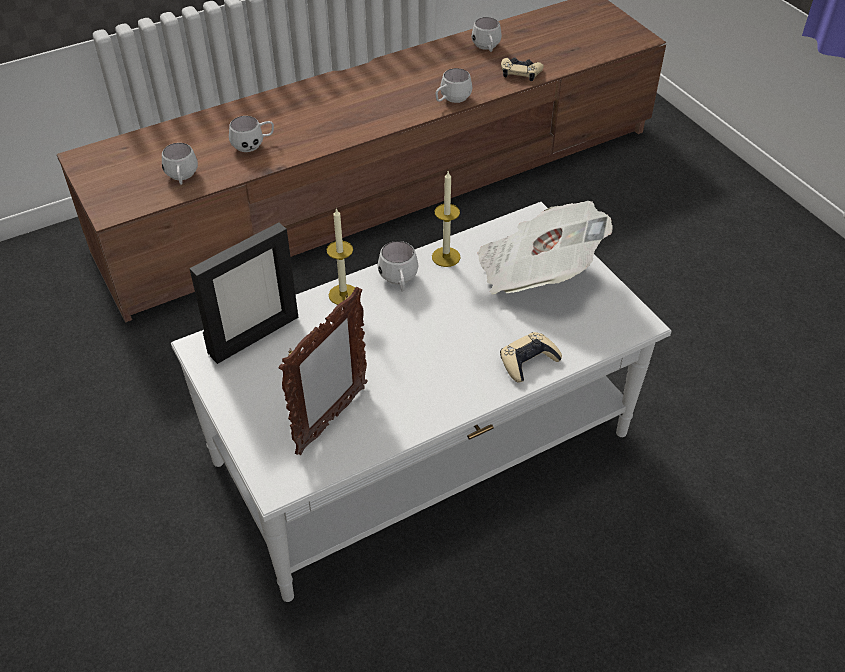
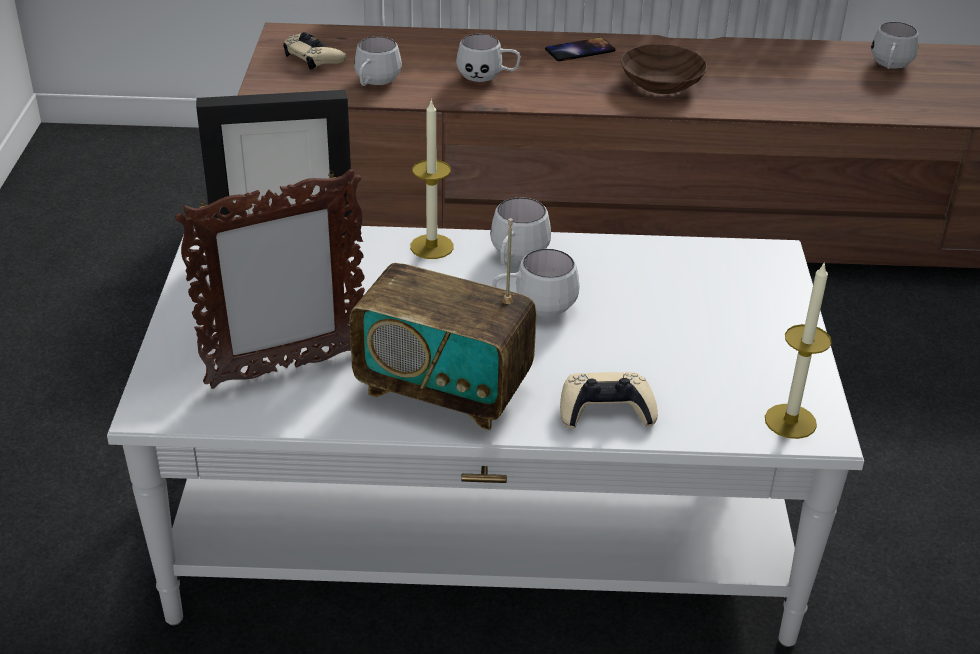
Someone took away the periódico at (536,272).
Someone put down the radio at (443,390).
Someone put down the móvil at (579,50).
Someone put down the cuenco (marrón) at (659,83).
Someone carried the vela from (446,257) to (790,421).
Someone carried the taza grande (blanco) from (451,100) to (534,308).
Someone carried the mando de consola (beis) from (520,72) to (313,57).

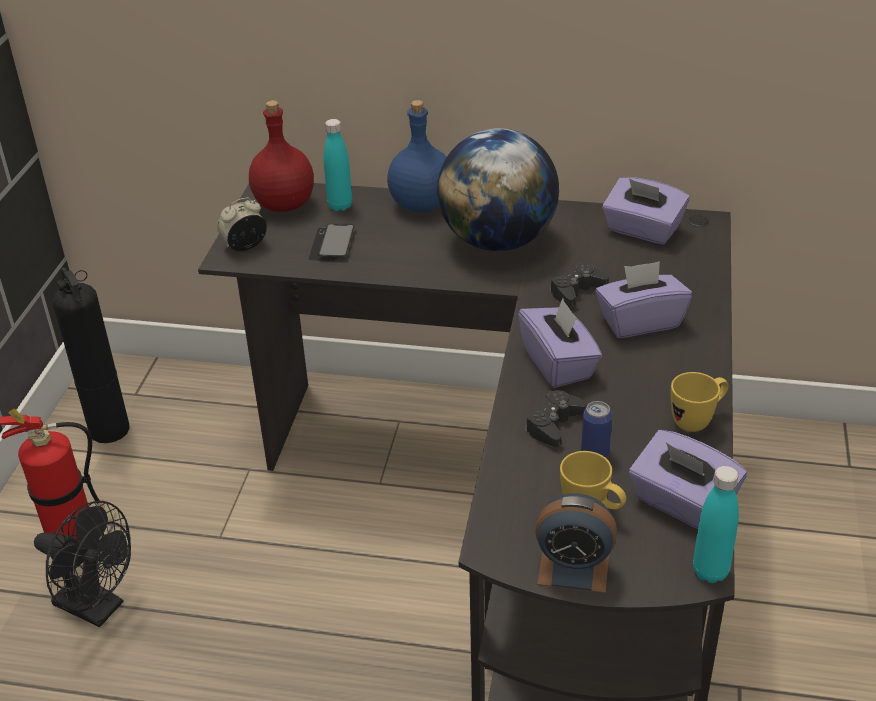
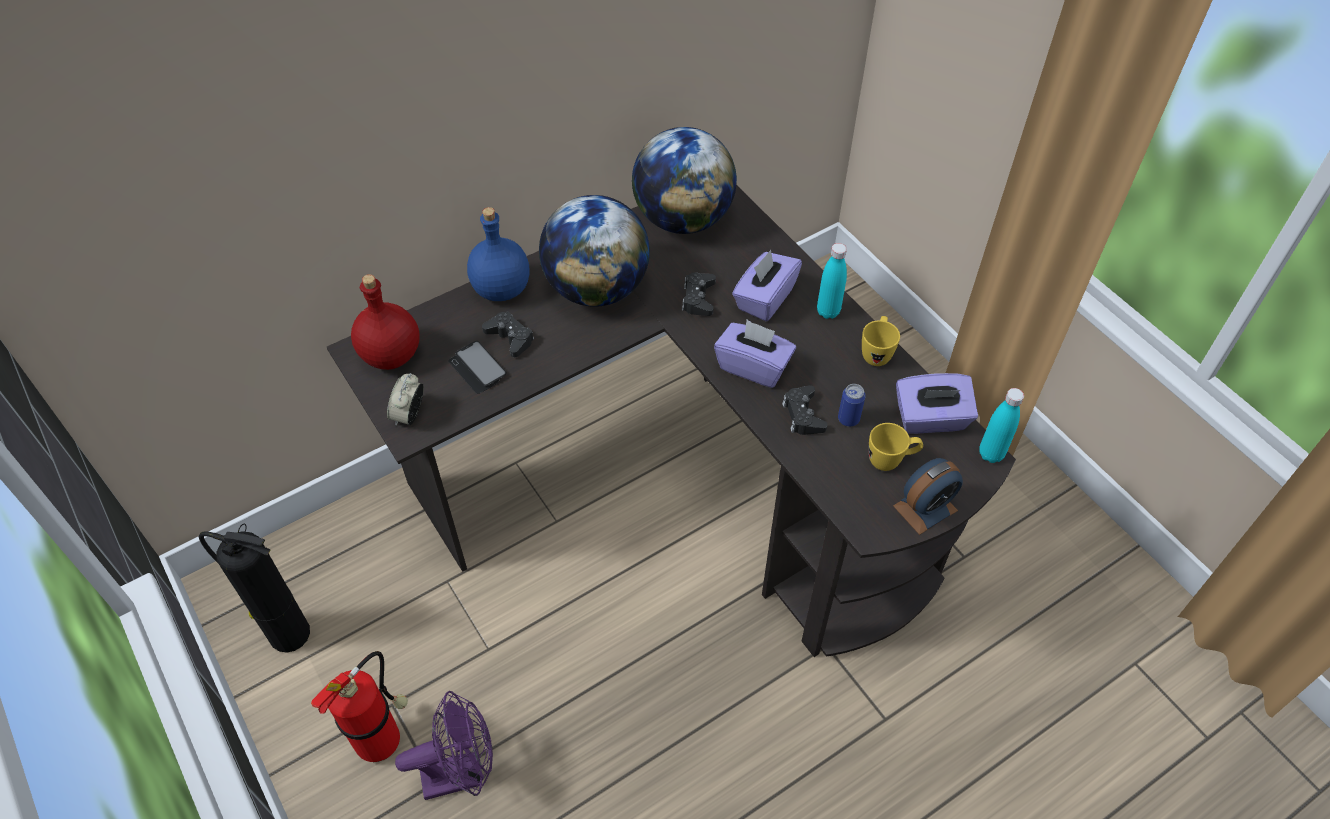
Someone put down the mando de consola (negro) at (510,338).
Someone carried the botella (turquesa) from (340,206) to (828,311).
Someone swapped the caja de pañuelos (morado) at (642,230) for the globo terráqueo at (683,219).
Someone repainted the ventilador (negro) at (97,608), which became the ventilador (morado) at (462,773).

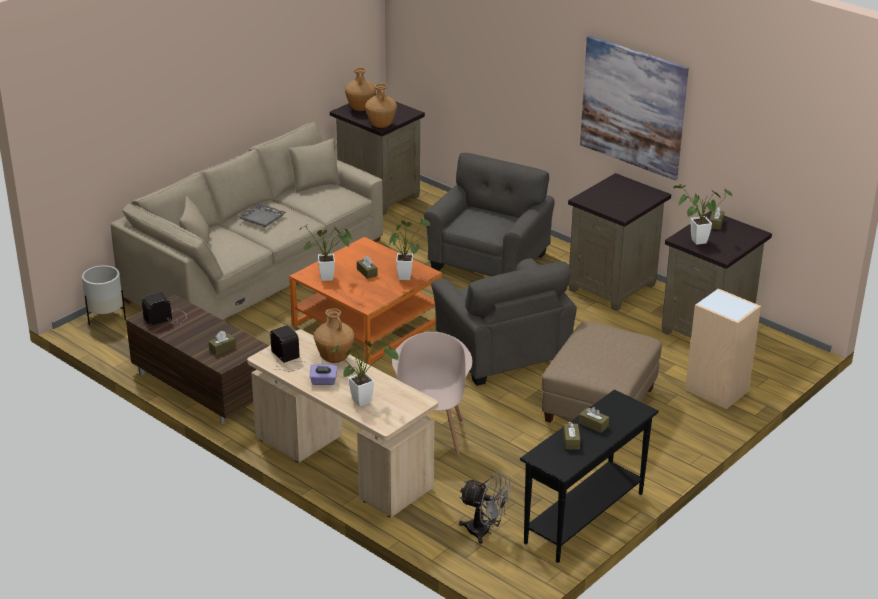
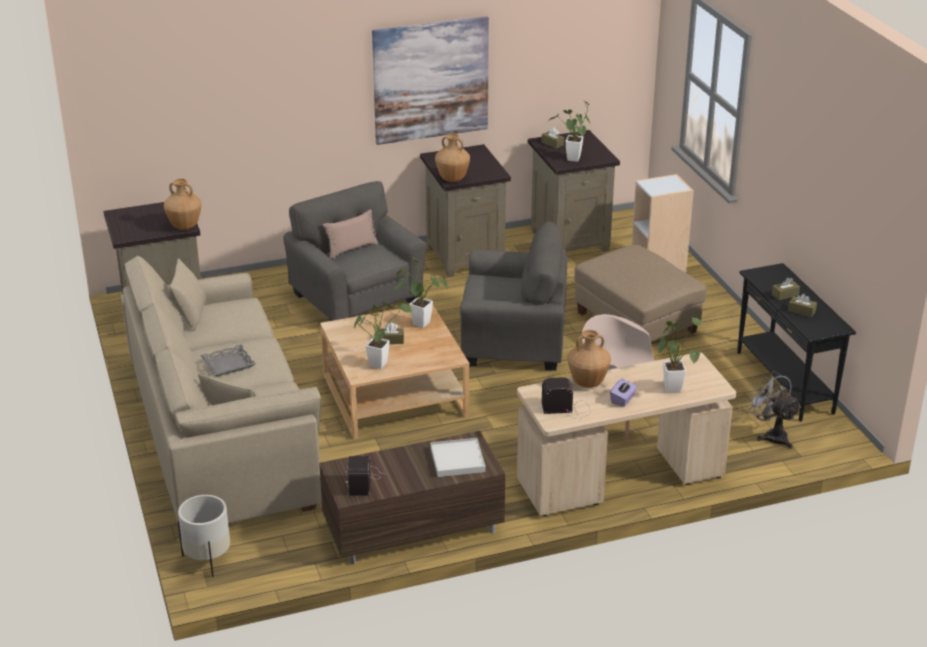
Someone put down the cojín (beis) at (351,249).
Someone carried the florero (marrón) from (360,109) to (452,179).
Someone swapped the caja de pañuelos (marrón) at (222,348) for the bandeja (blanco) at (457,460).
Someone repainted the mesa de centro (naranja) at (366,322), which became the mesa de centro (beis) at (394,395).
Someone rotated the ventilador (gris) at (484,532) by 90 degrees counterclockwise.

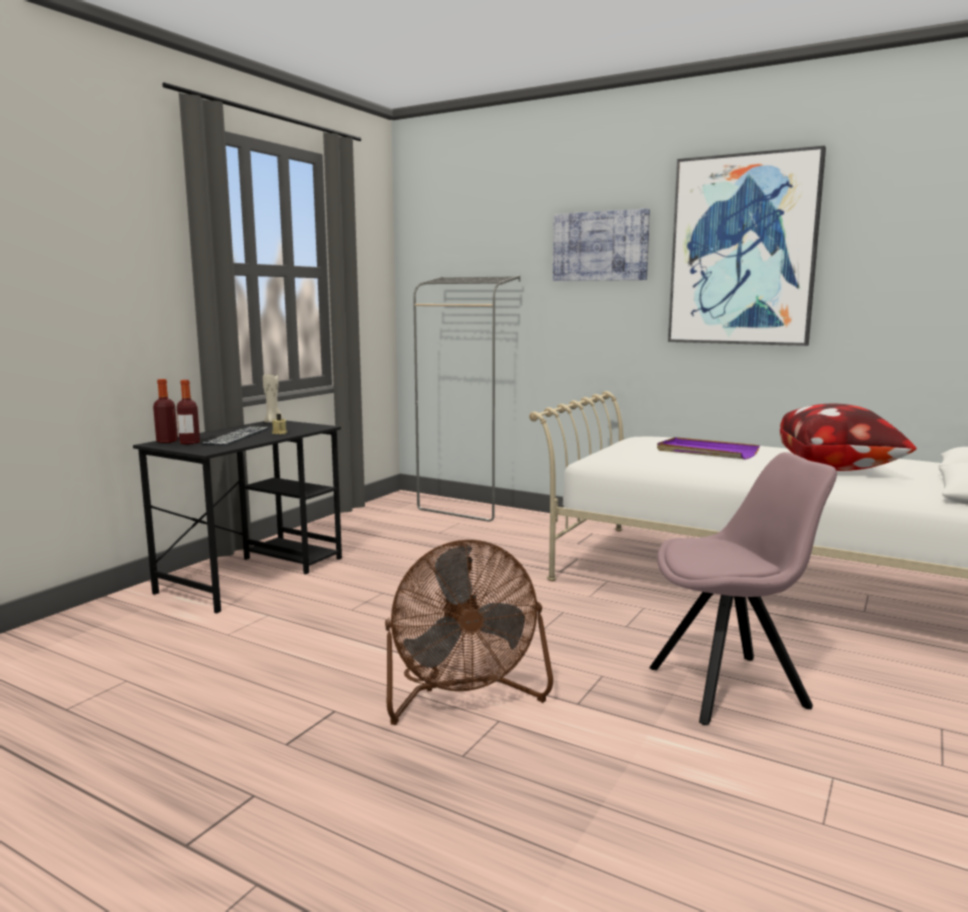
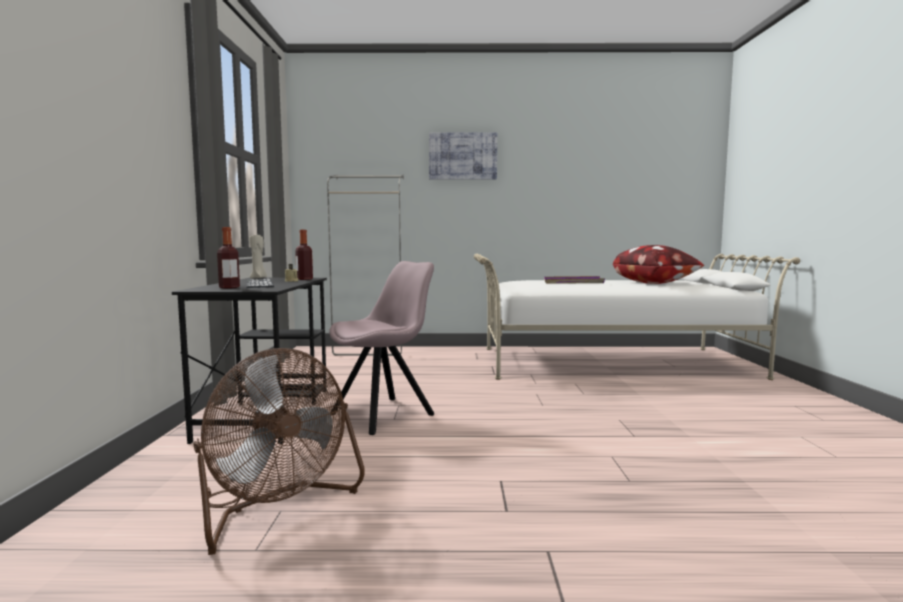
Someone took away the cuadro at (743,251).
Someone carried the botella from (167,441) to (304,279).
Someone carried the ventilador (marrón) from (457,697) to (270,510).
Someone carried the silla (rosa) from (729,688) to (383,414).

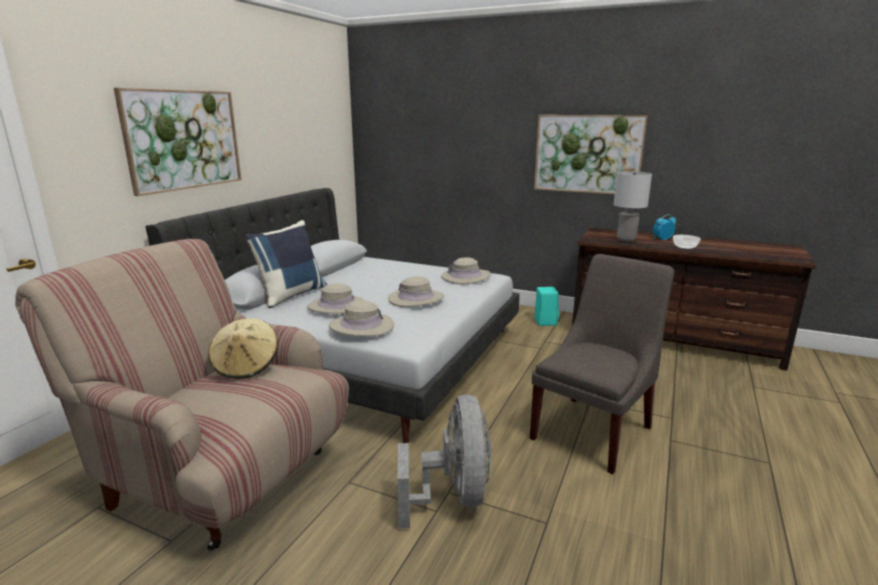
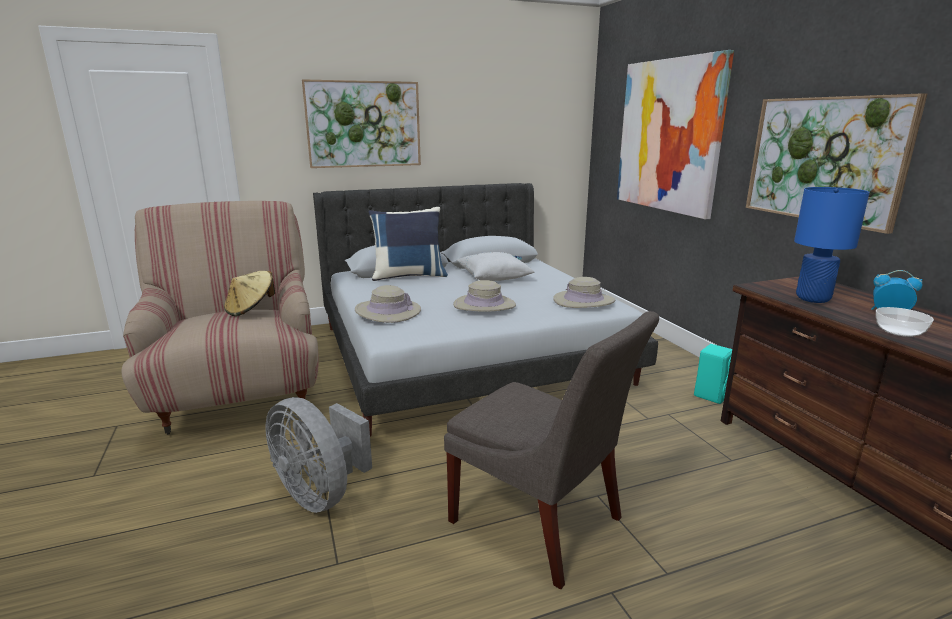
Someone took away the sombrero (beis) at (337,306).
Someone put down the cojín (gris) at (494,277).
Someone put up the cuadro at (668,136).
Someone repainted the lámpara de mesa (gris) at (625,240), which became the lámpara de mesa (azul) at (812,300).
Someone rotated the ventilador (gris) at (453,496) by 90 degrees clockwise.
Someone rotated the silla (gris) at (594,430) by 45 degrees clockwise.

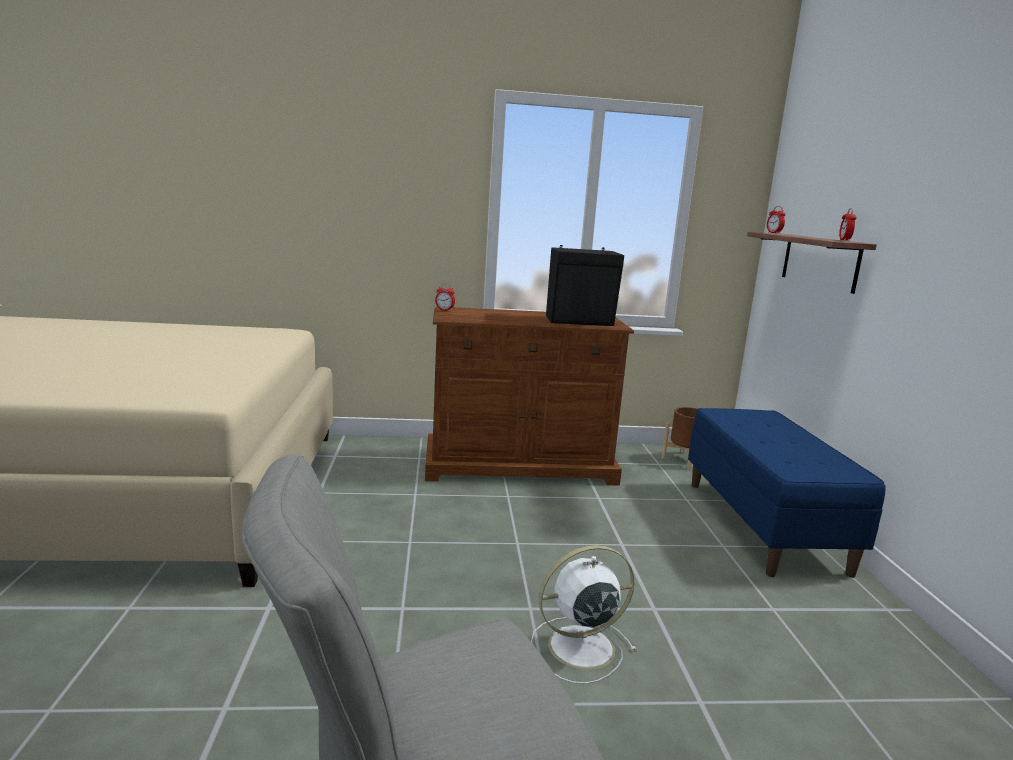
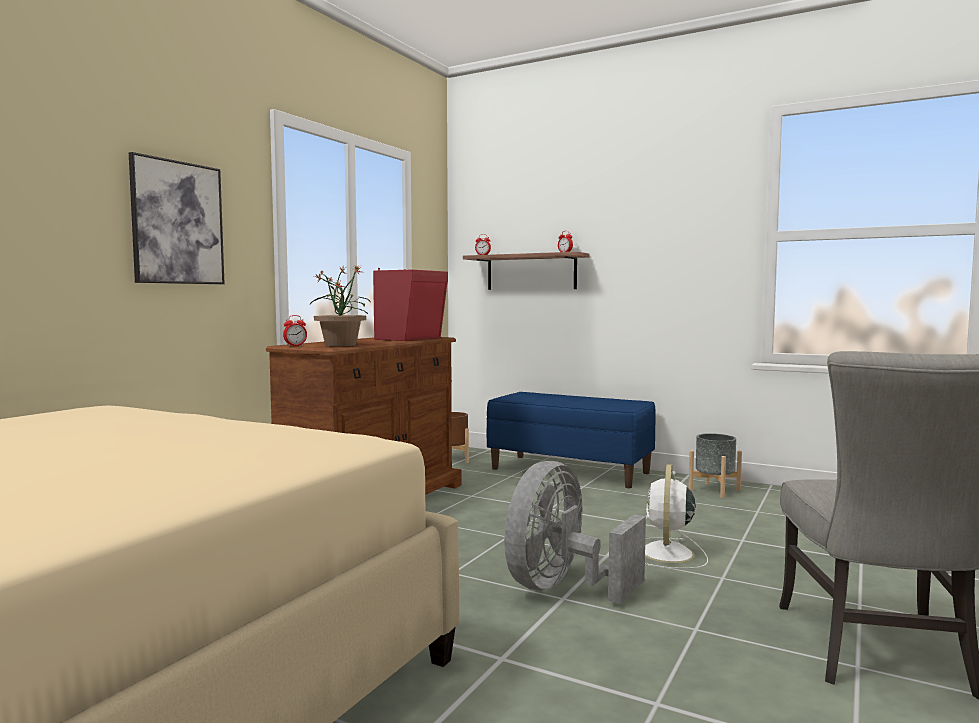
Someone put up the cuadro at (177,223).
Someone put down the planta en maceta at (340,345).
Someone put down the ventilador (gris) at (562,588).
Someone put down the maceta (gris) at (714,490).
Someone repainted the altavoz (negro) at (581,321), which became the altavoz (rojo) at (412,338).

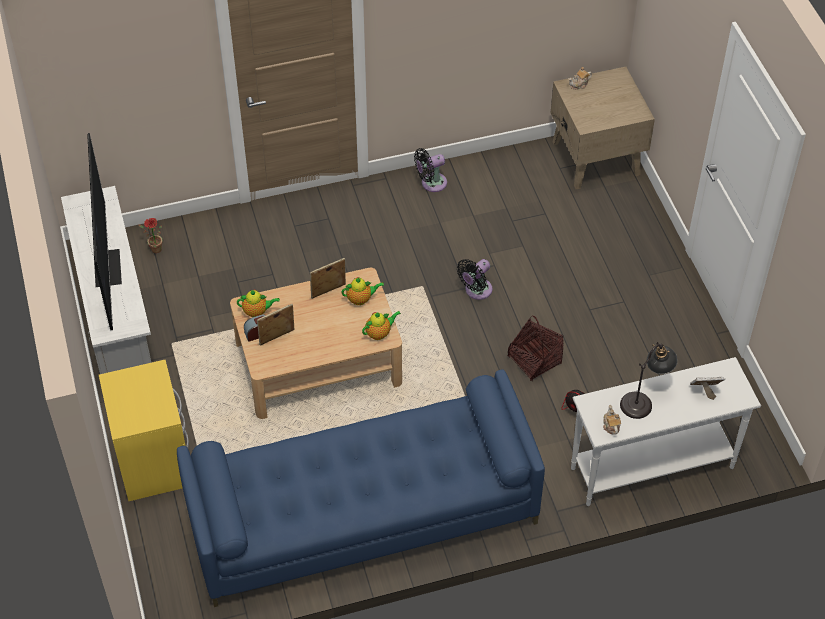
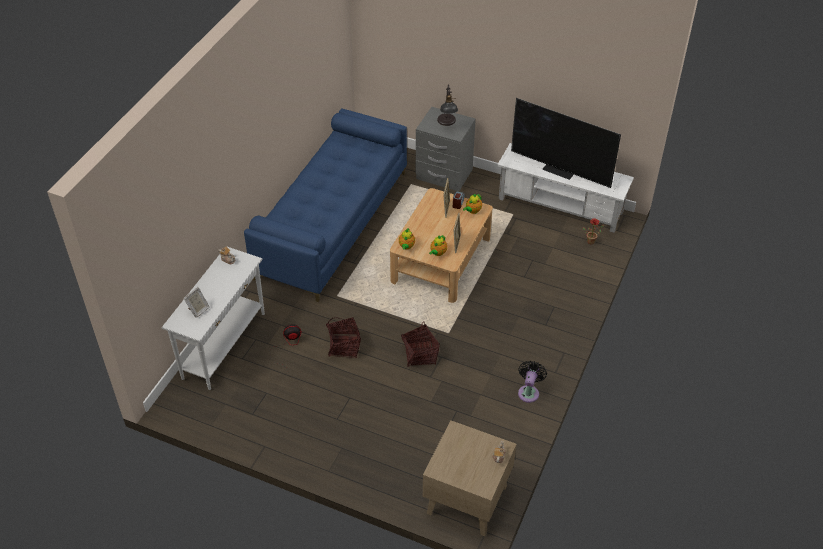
Someone carried the lámpara de mesa (gris) from (645,397) to (447,125).
Someone swapped the ventilador (negro) at (476,291) for the cesta at (420,355).
Someone repainted the mesita de noche (amarillo) at (154,461), which became the mesita de noche (gris) at (444,175).

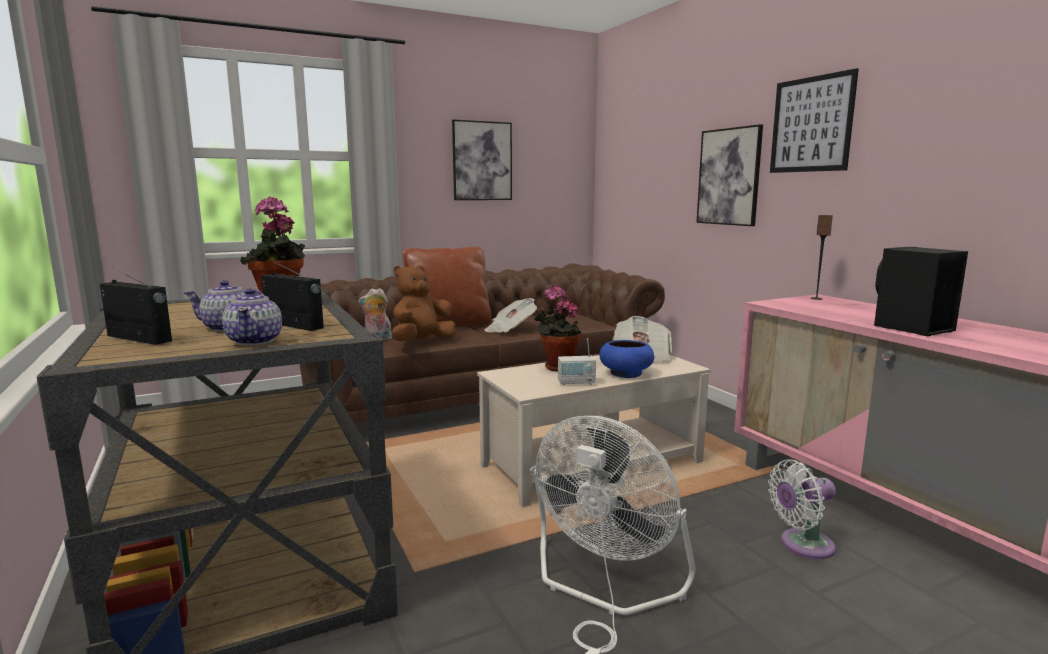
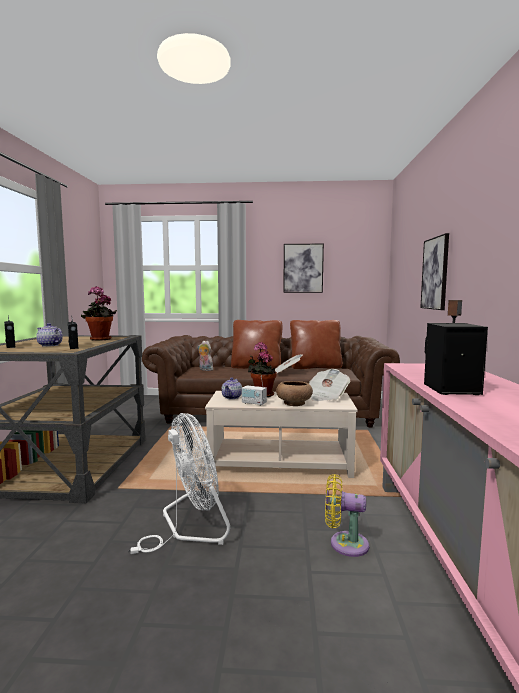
Someone took away the peluche (marrón) at (422,342).
Someone took away the cuadro at (811,124).
Someone put down the cojín (marrón) at (315,367).
Someone carried the tetera from (255,341) to (232,397).
Someone repainted the cuenco (azul) at (625,373), which became the cuenco (marrón) at (294,403).
Someone repainted the ventilador (blanco) at (802,545), which became the ventilador (amarillo) at (344,543).

